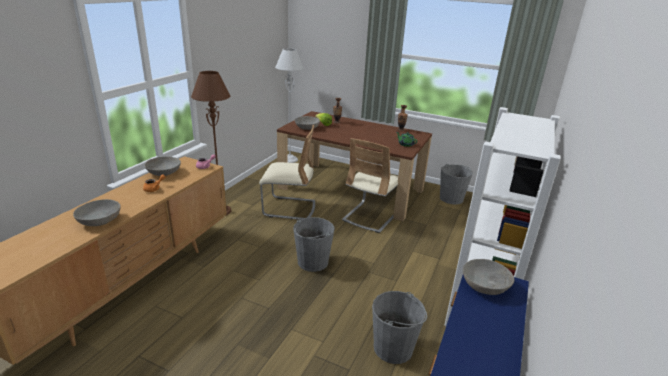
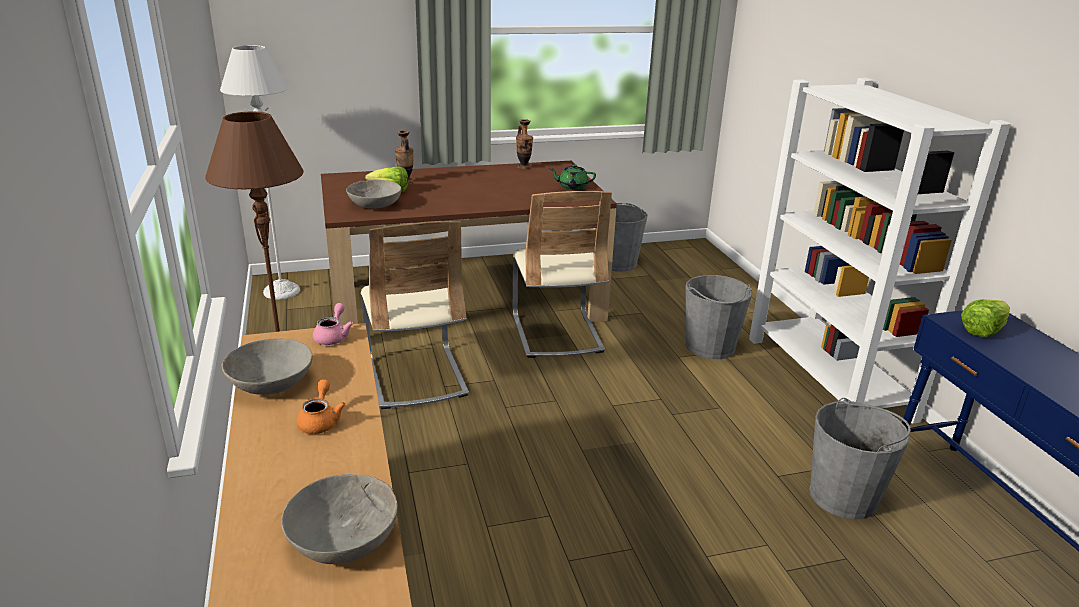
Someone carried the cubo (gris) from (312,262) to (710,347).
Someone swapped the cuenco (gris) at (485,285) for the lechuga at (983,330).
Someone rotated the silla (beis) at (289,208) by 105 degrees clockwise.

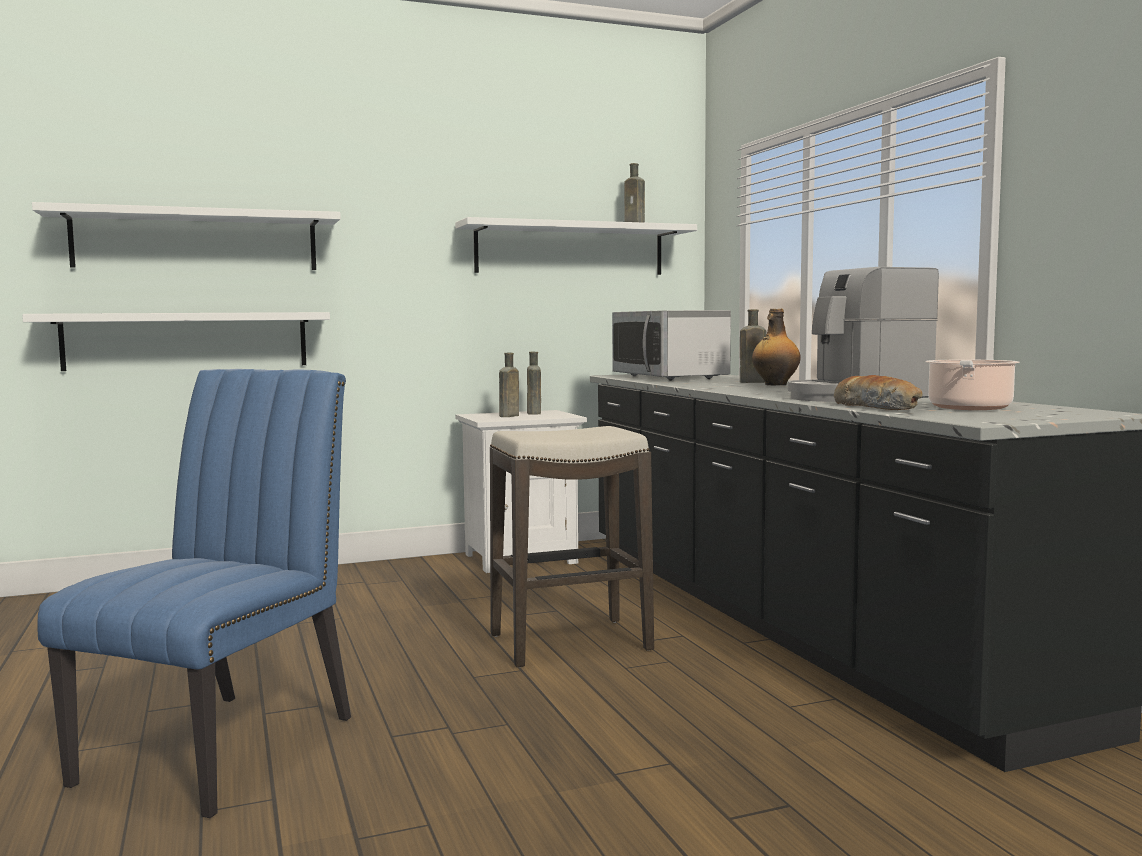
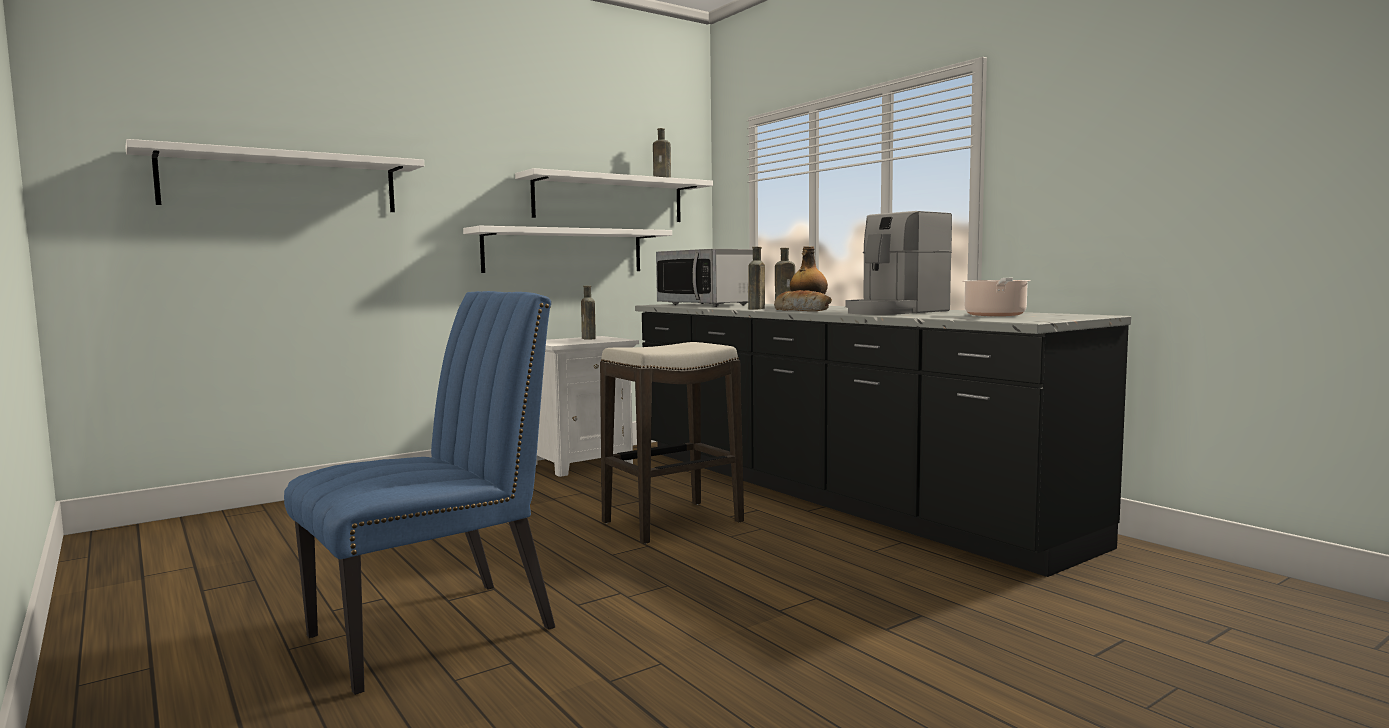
Someone carried the estante (blanco) from (187,340) to (564,251).
Someone carried the botella (marrón) from (508,416) to (756,309).
Someone carried the pan from (877,407) to (803,310).
Someone rotated the silla (azul) at (219,751) by 45 degrees clockwise.

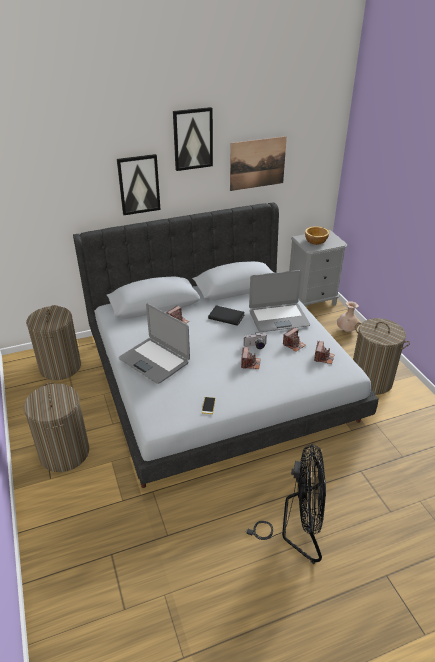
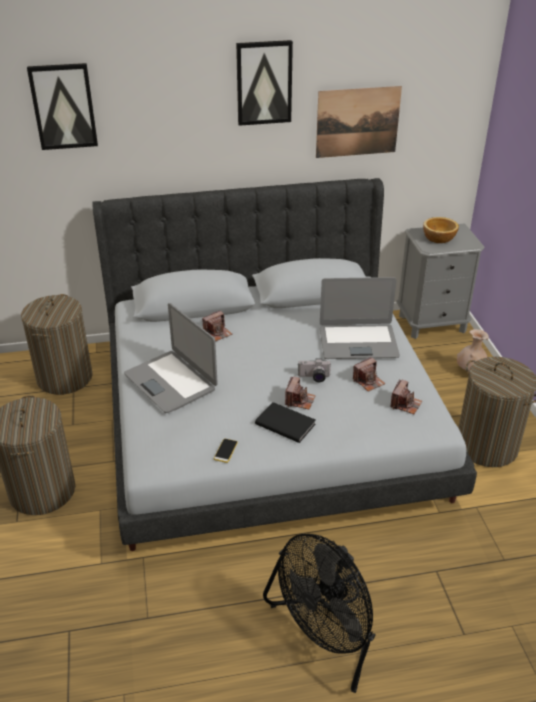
Someone carried the cuadro from (139,184) to (63,106).
Someone carried the libro (negro) from (226,316) to (285,423).
Someone rotated the ventilador (negro) at (297,523) by 120 degrees clockwise.

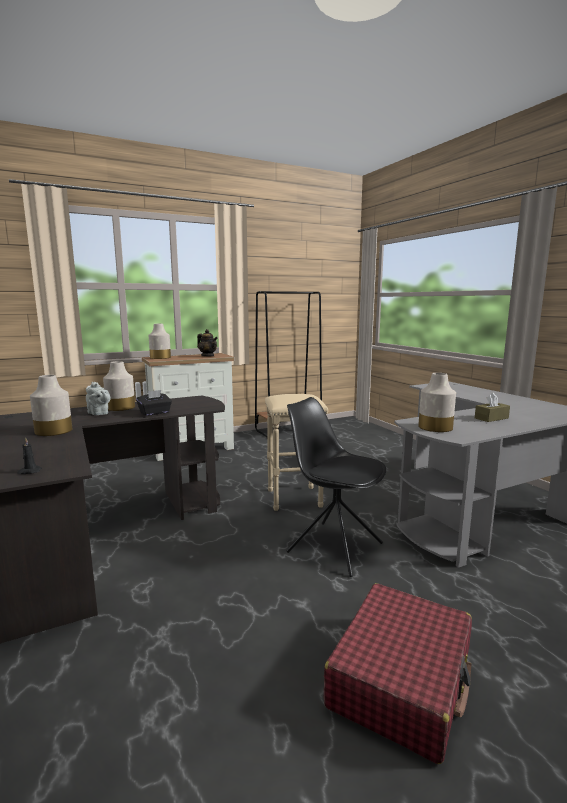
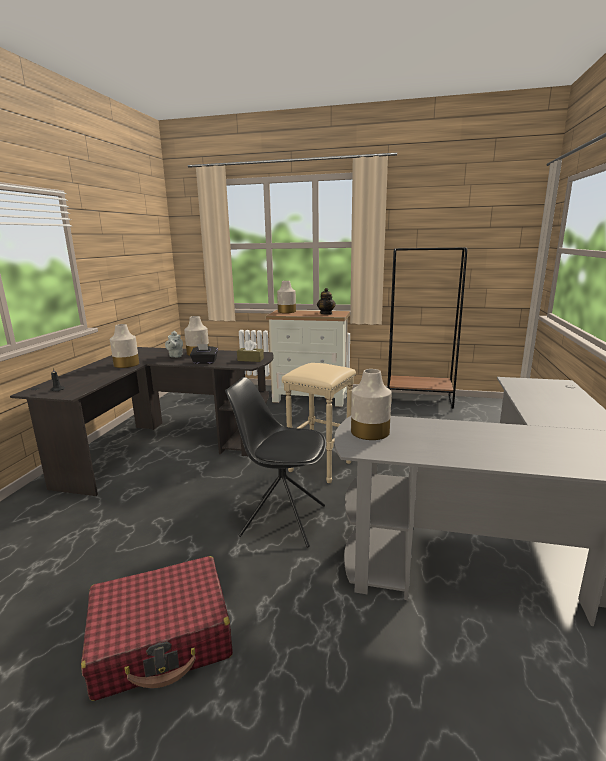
Someone carried the caja de pañuelos (marrón) from (491,418) to (250,359).
Someone rotated the silla (negro) at (333,547) by 60 degrees counterclockwise.

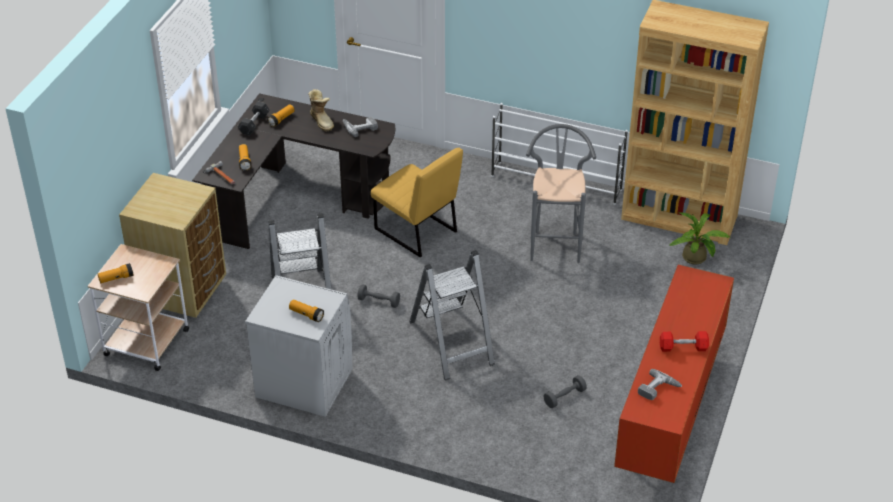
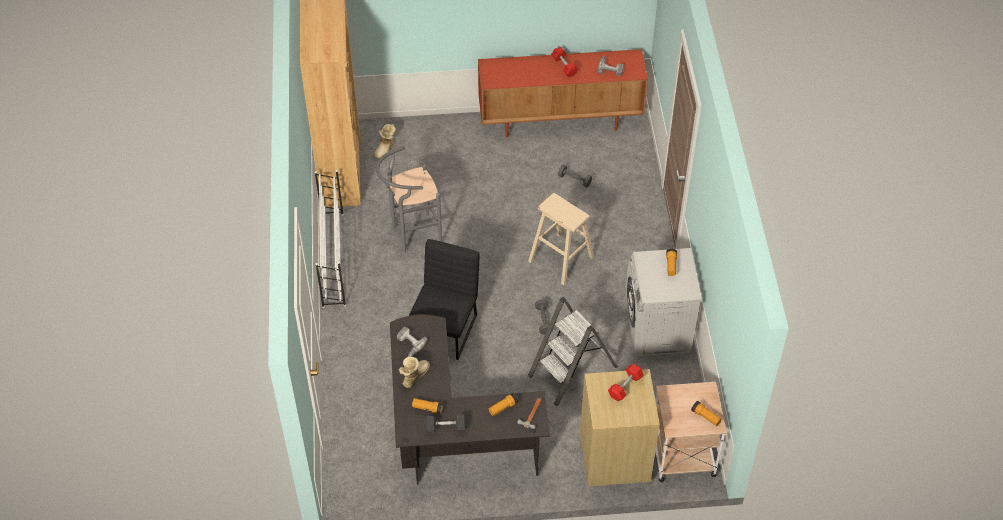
Someone put down the mancuerna (rojo) at (625,386).
Someone swapped the escalera de tijera (gris) at (451,343) for the taburete (beis) at (561,259).
Someone swapped the planta en maceta at (697,259) for the bota at (385,149).
Someone repainted the silla (amarillo) at (417,231), which became the silla (negro) at (446,329).

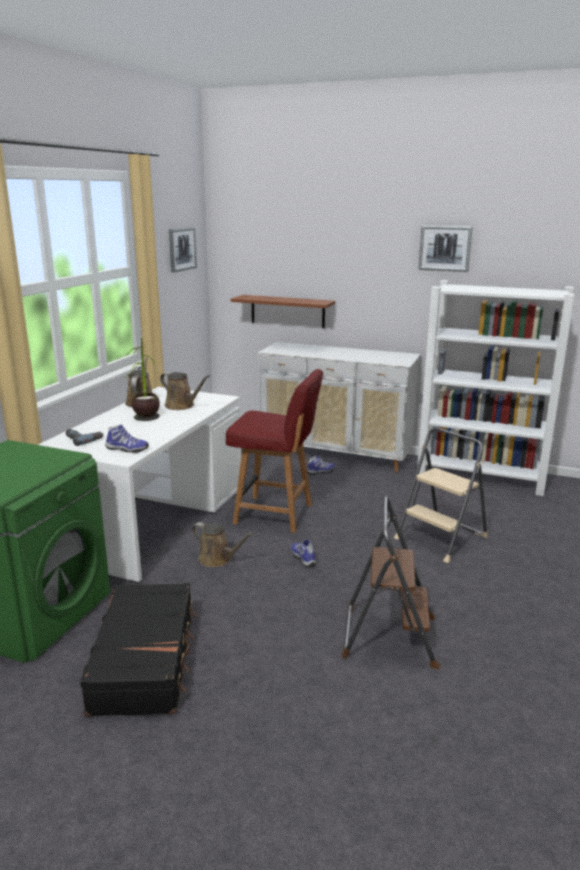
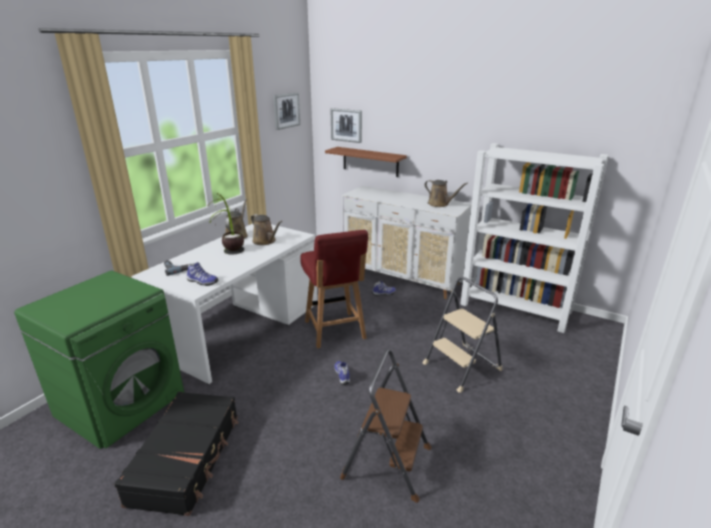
Someone carried the regadera (marrón) from (217,559) to (440,204).
Someone carried the cuadro from (445,248) to (346,125).
Someone rotated the silla (rojo) at (275,514) by 45 degrees clockwise.

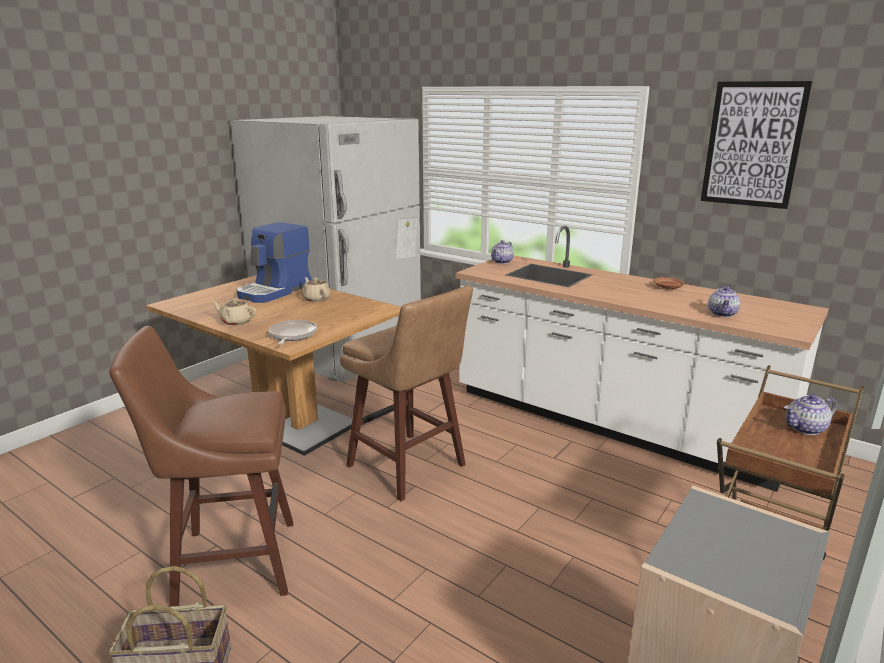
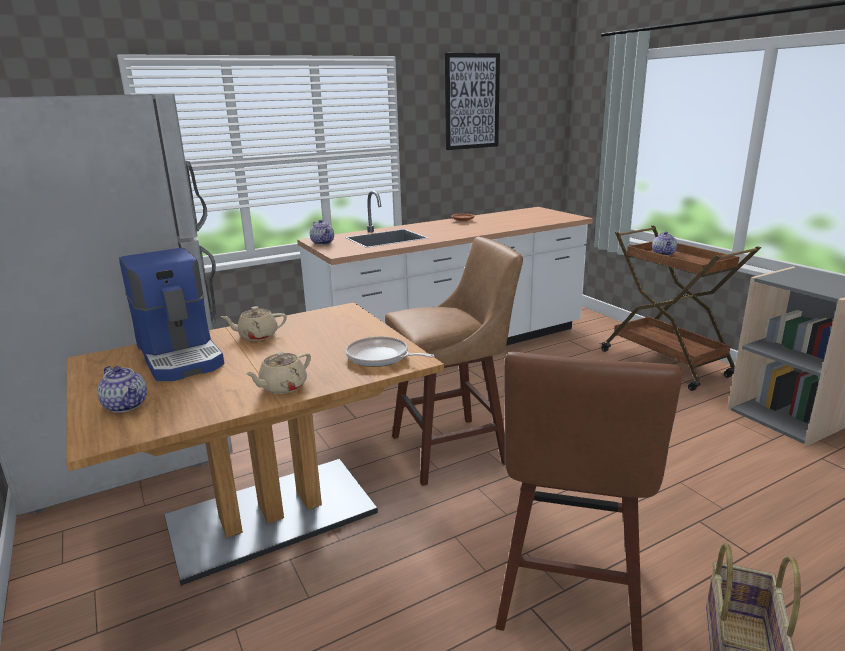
Someone carried the tetera from (722,314) to (126,405).

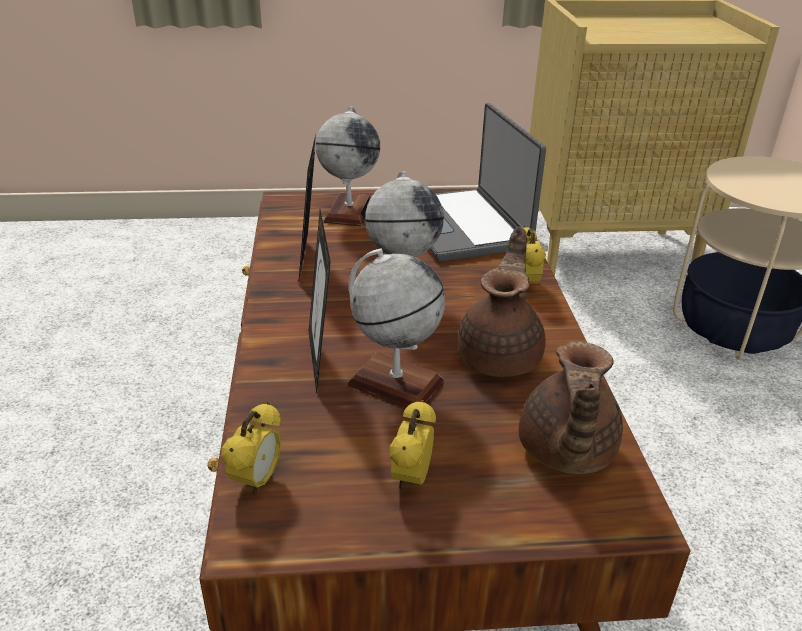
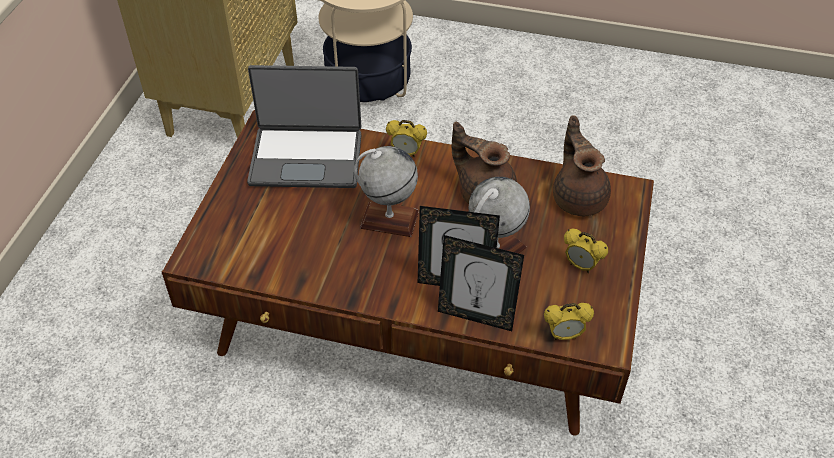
Someone took away the globo terráqueo at (349,211).
Someone carried the portarretratos from (309,261) to (476,316).
Someone rotated the despertador at (257,481) by 135 degrees clockwise.
Someone rotated the tetera (marrón) at (564,452) by 135 degrees counterclockwise.

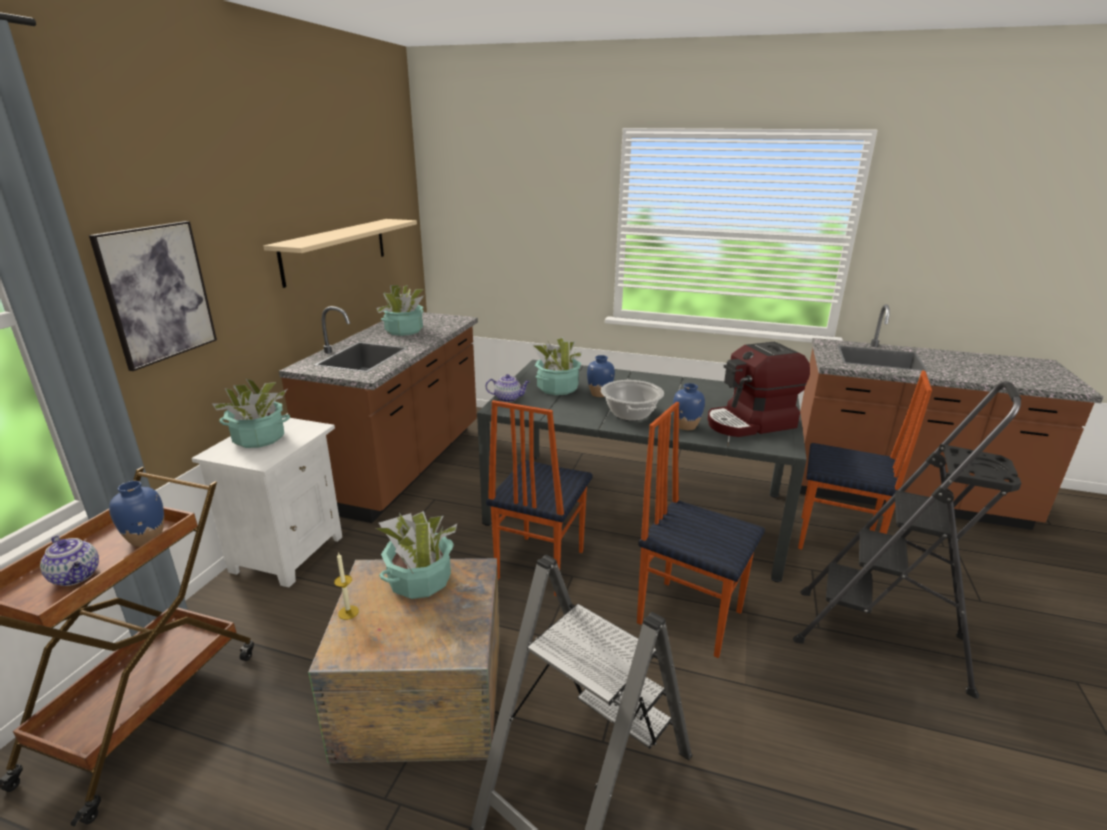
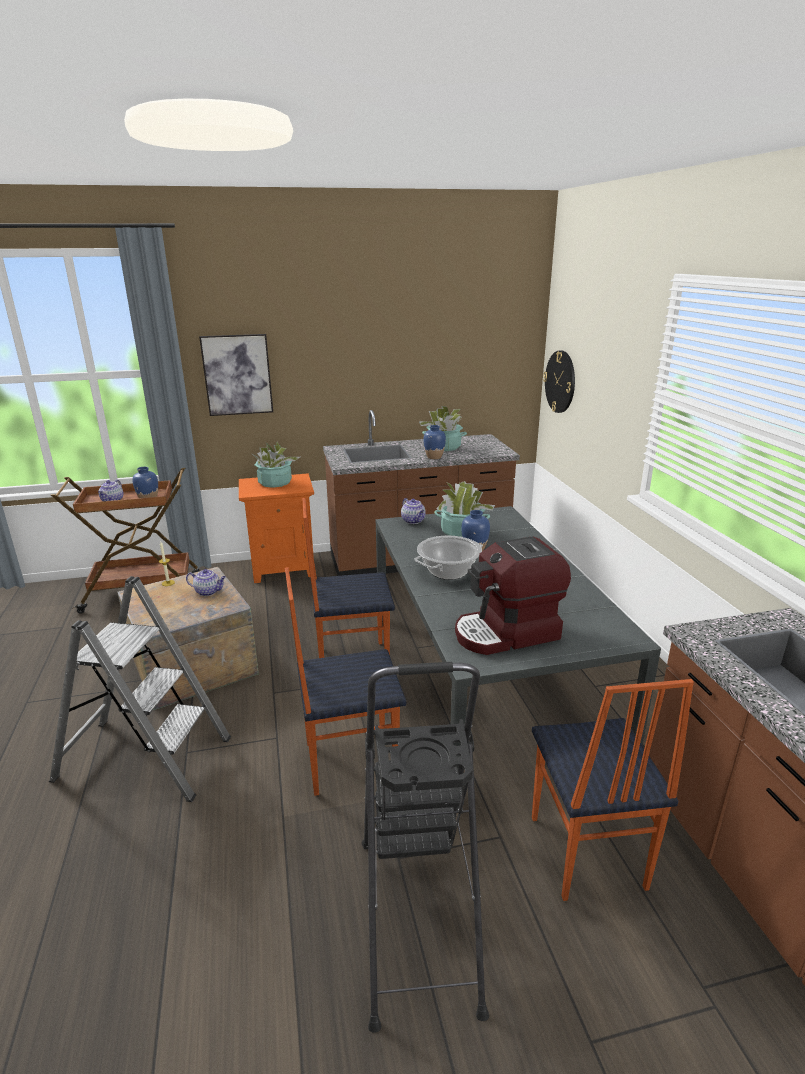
Someone took away the estante (beis) at (336,250).
Someone put up the reloj de pared at (560,381).
Someone carried the florero (azul) from (686,426) to (434,457).
Someone swapped the planta en maceta at (420,581) for the tetera at (208,592).
Someone repainted the mesita de noche (blanco) at (291,553), which became the mesita de noche (naranja) at (284,569).
Someone rotated the silla at (689,615) by 105 degrees counterclockwise.
Someone rotated the cafetera at (751,423) by 60 degrees counterclockwise.

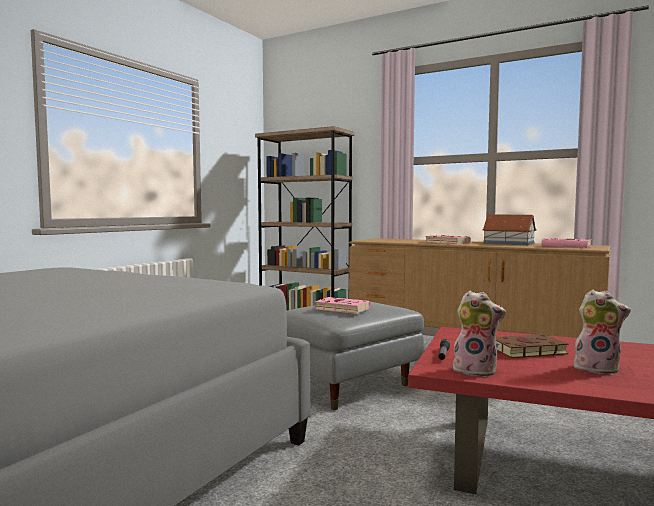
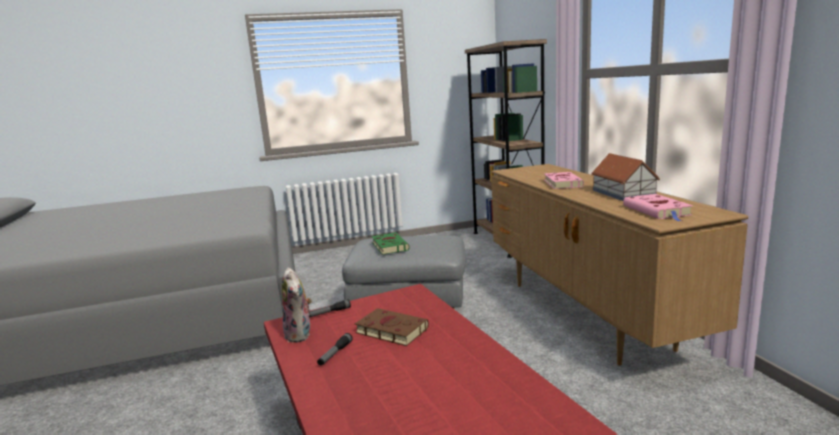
Someone took away the peluche at (597,368).
Someone put down the linterna at (335,354).
Someone repainted the libro (rosa) at (340,309), which became the libro (verde) at (389,246).

